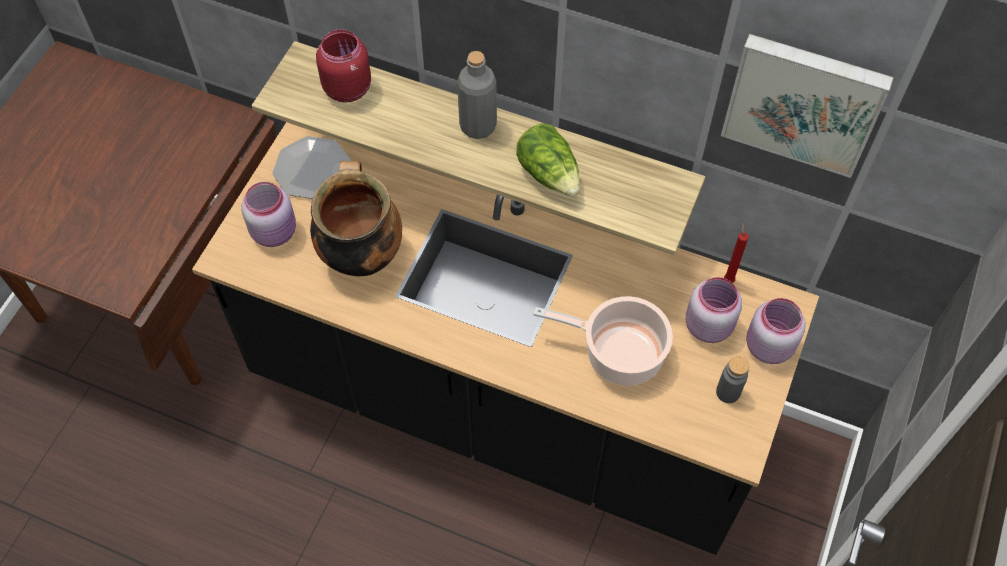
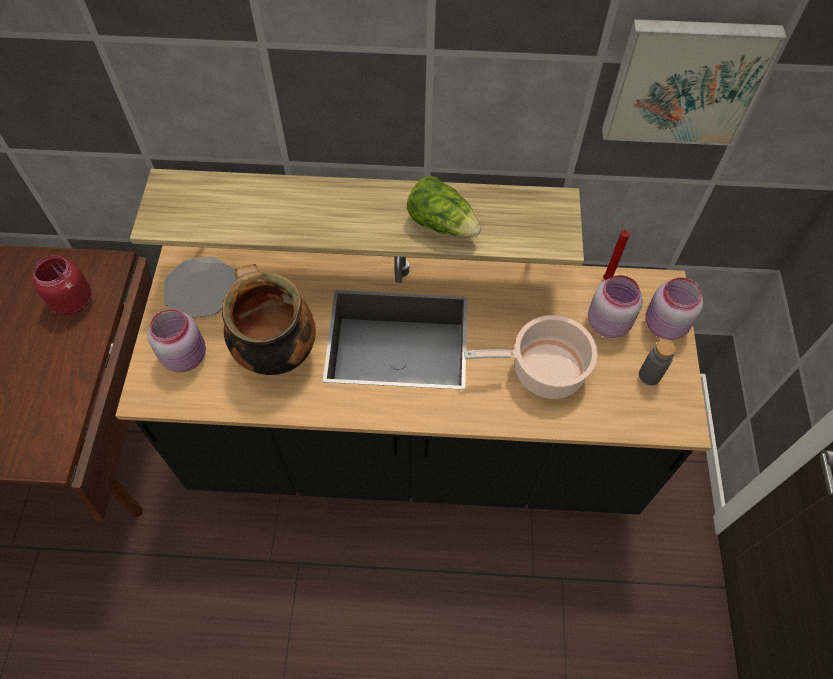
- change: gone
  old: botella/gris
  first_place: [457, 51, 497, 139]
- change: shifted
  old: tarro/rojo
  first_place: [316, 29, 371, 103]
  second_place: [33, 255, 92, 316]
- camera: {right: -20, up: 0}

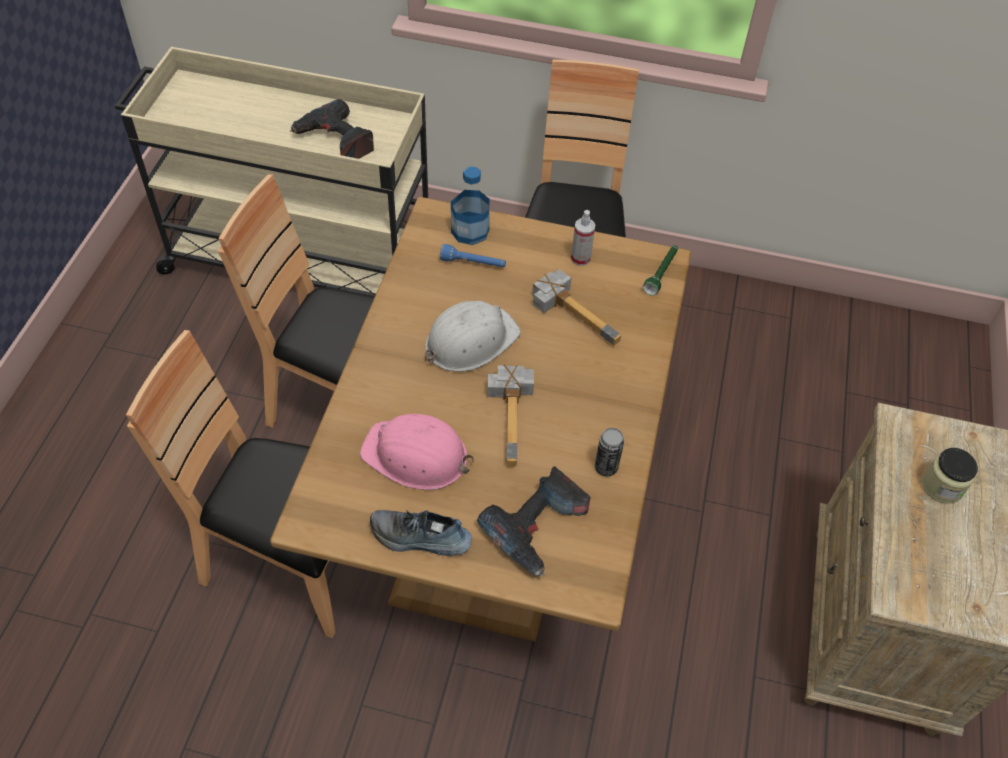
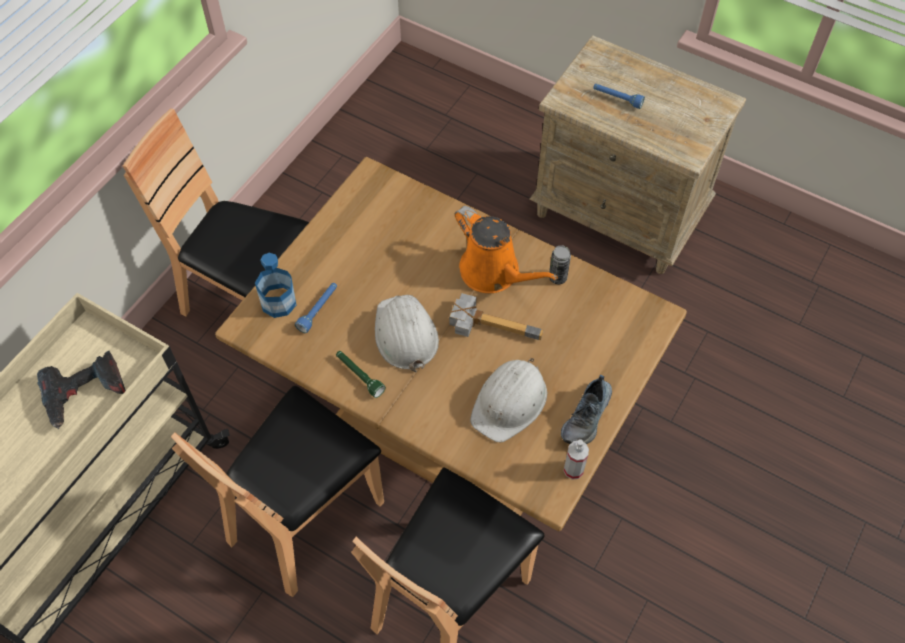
- change: gone
  old: taladro
  first_place: [477, 466, 591, 577]
- change: gone
  old: martillo
  first_place: [532, 269, 621, 346]
- change: new
  new: regadera/naranja
  second_place: [455, 206, 558, 293]
- change: shifted
  old: pulverizador
  first_place: [571, 210, 596, 266]
  second_place: [564, 439, 589, 480]
- change: shifted
  old: linterna/verde
  first_place: [643, 245, 678, 296]
  second_place: [336, 351, 386, 398]
- change: swapped
  old: tarro
  new: linterna/azul
  first_place: [922, 448, 978, 504]
  second_place: [593, 84, 645, 109]
- change: repainted
  old: casco/rosa
  new: casco/blanco
  first_place: [360, 414, 474, 490]
  second_place: [470, 358, 547, 442]
- camera: {right: -70, up: 5}

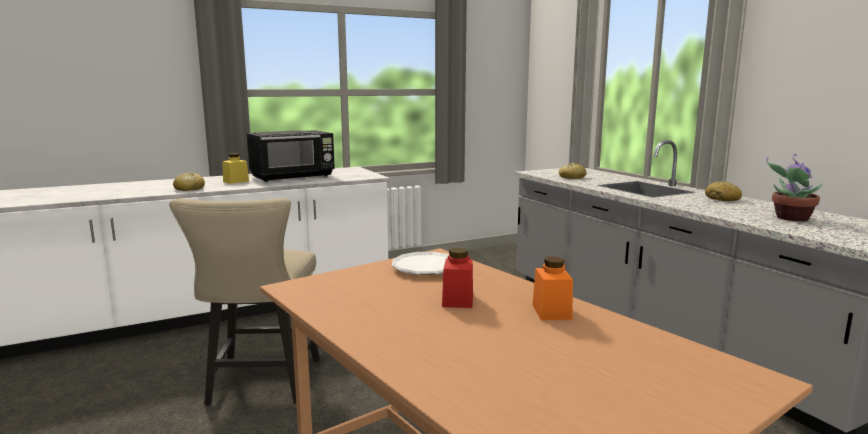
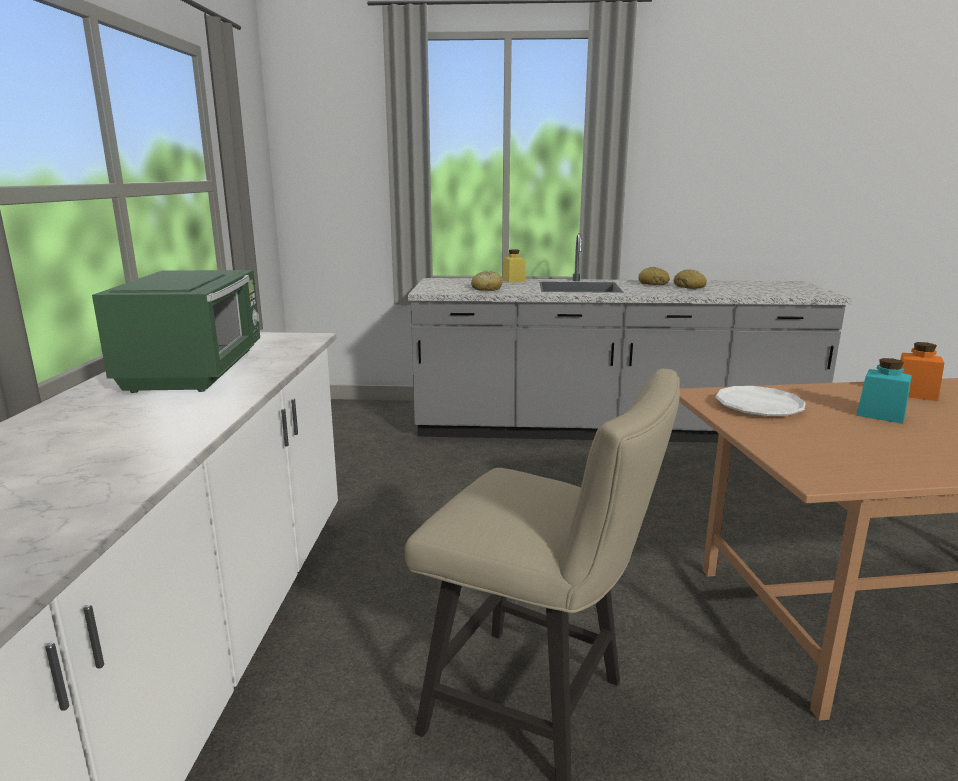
- change: gone
  old: planta en maceta
  first_place: [766, 154, 822, 221]
- change: shifted
  old: pan
  first_place: [173, 172, 205, 191]
  second_place: [673, 269, 707, 289]
- change: shifted
  old: tarro/amarillo
  first_place: [222, 153, 249, 184]
  second_place: [502, 249, 525, 283]
- change: repainted
  old: microondas/negro
  new: microondas/verde
  first_place: [247, 130, 335, 182]
  second_place: [92, 270, 260, 393]
- change: repainted
  old: tarro/rojo
  new: tarro/turquesa
  first_place: [442, 248, 473, 308]
  second_place: [856, 358, 912, 424]
- camera: {right: -60, up: 5}

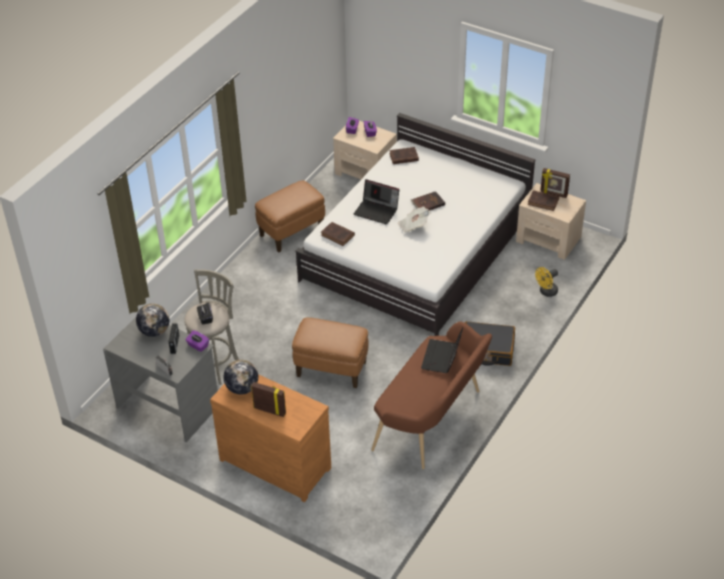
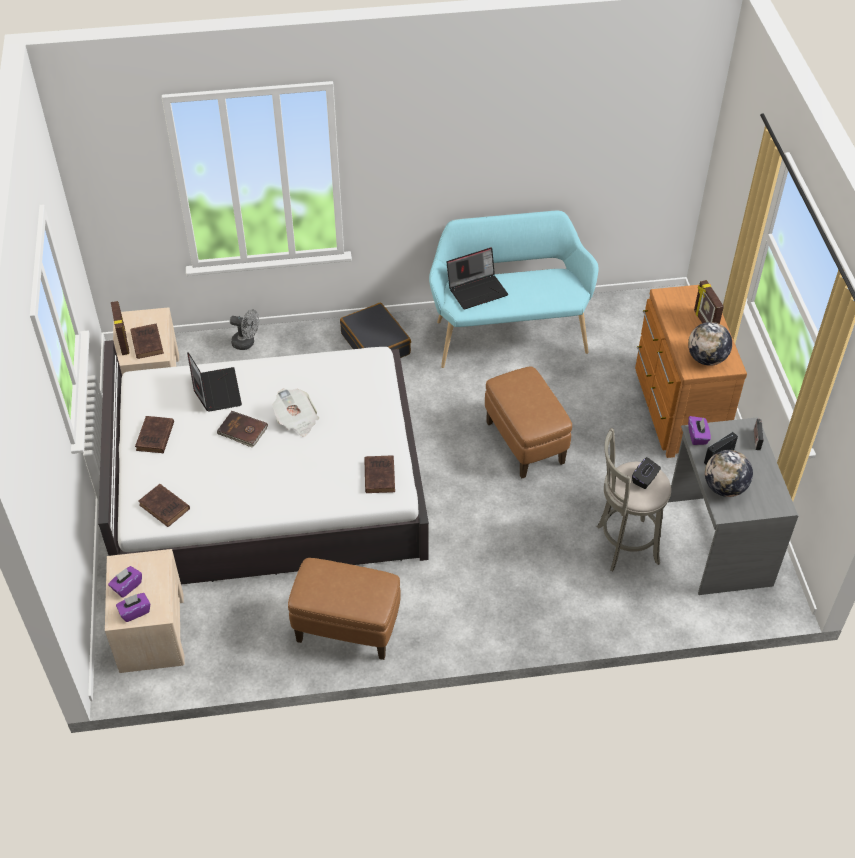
- change: new
  new: libro/marrón
  second_place: [135, 416, 174, 453]
- change: shifted
  old: portátil
  first_place: [354, 179, 399, 224]
  second_place: [187, 352, 242, 412]
- change: repainted
  old: banco/marrón
  new: banco/turquesa
  first_place: [371, 322, 492, 469]
  second_place: [429, 211, 598, 368]
- change: repainted
  old: ventilador/amarillo
  new: ventilador/gris
  first_place: [535, 267, 558, 297]
  second_place: [230, 309, 259, 350]
- camera: {right: -130, up: 5}

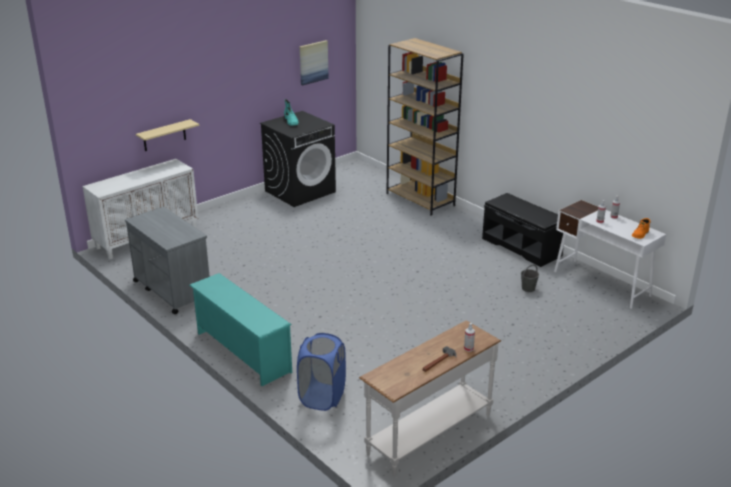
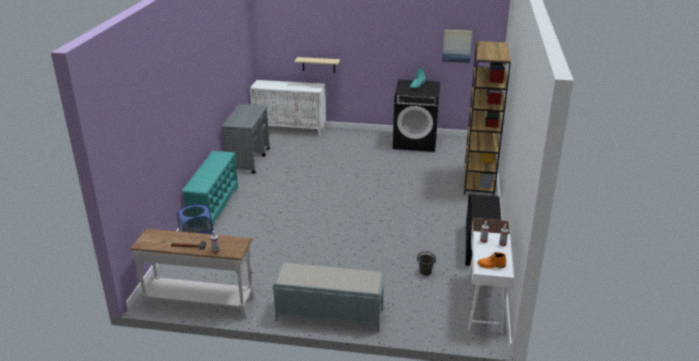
- change: new
  new: banco/gris
  second_place: [272, 263, 385, 332]
- camera: {right: 50, up: 0}

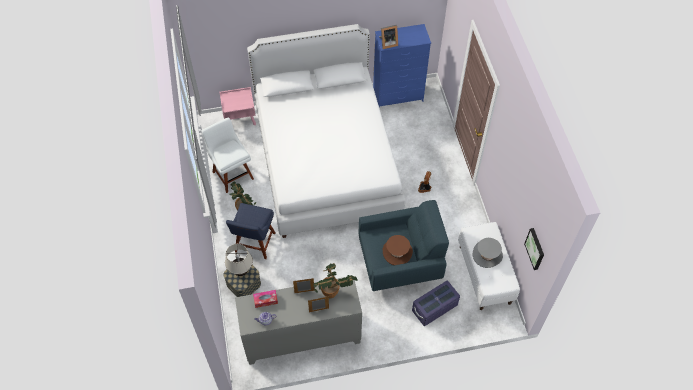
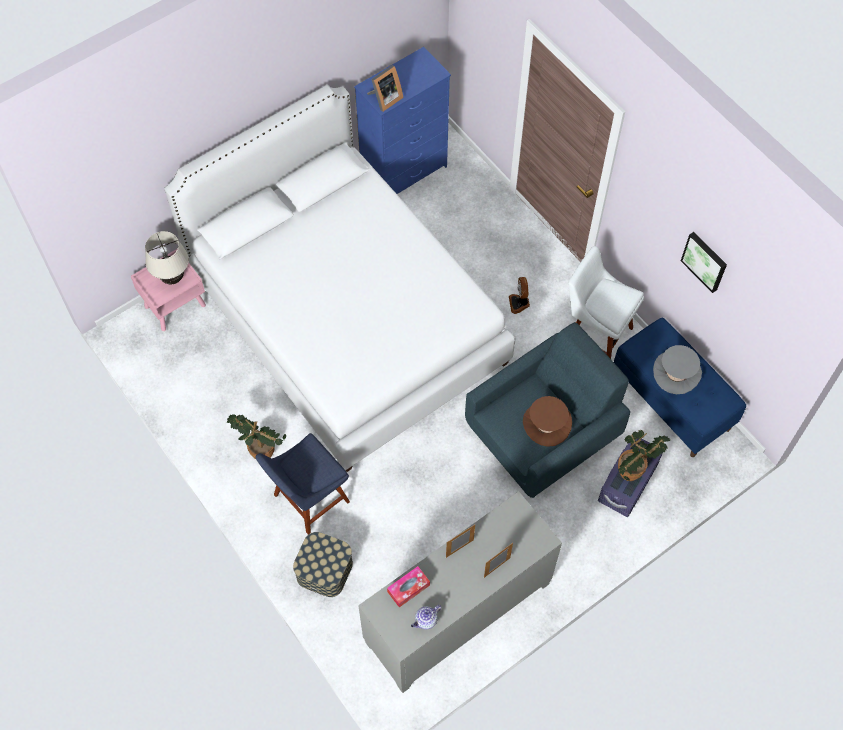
- change: shifted
  old: silla/blanco
  first_place: [201, 118, 254, 193]
  second_place: [569, 246, 644, 359]
- change: shifted
  old: lámpara de mesa/beis
  first_place: [225, 244, 253, 276]
  second_place: [145, 231, 189, 284]
- change: shifted
  old: planta en maceta
  first_place: [314, 263, 358, 298]
  second_place: [618, 430, 670, 481]
- change: shifted
  old: cuadro
  first_place: [524, 228, 544, 270]
  second_place: [681, 232, 727, 293]
- change: repainted
  old: banco/blanco
  new: banco/azul
  first_place: [458, 222, 520, 310]
  second_place: [614, 317, 746, 457]
- change: rotated
  old: silla/azul
  first_place: [226, 203, 276, 259]
  second_place: [255, 433, 350, 535]
  degrees: 60
- camera: {right: -25, up: 5}

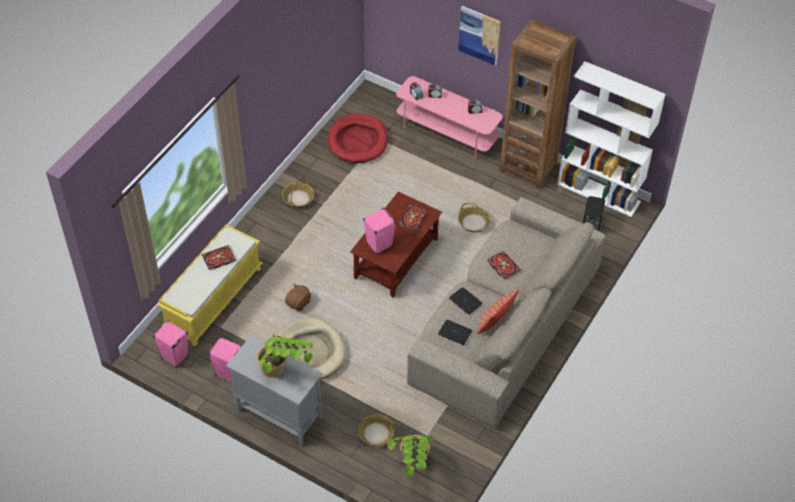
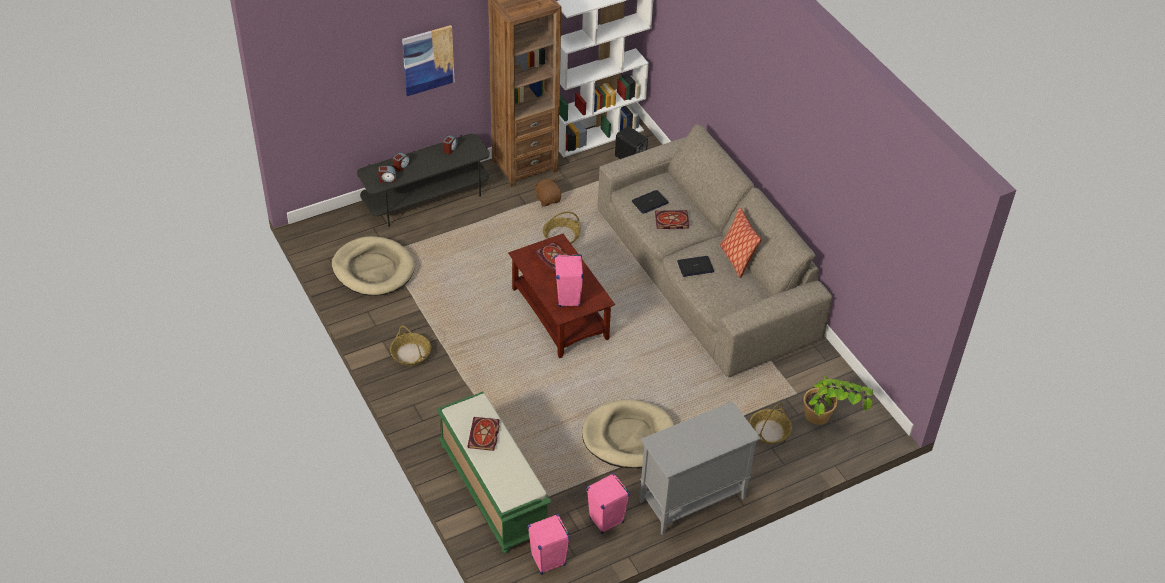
- change: gone
  old: planta en maceta
  first_place: [257, 334, 313, 377]
- change: shifted
  old: peluche/marrón
  first_place: [285, 284, 311, 311]
  second_place: [534, 178, 561, 206]
- change: shifted
  old: portátil
  first_place: [438, 320, 472, 345]
  second_place: [631, 190, 669, 214]
- change: repainted
  old: banco/amarillo
  new: banco/verde
  first_place: [157, 224, 262, 346]
  second_place: [436, 392, 552, 553]
- change: repainted
  old: cama para perro/rojo
  new: cama para perro/beis
  first_place: [328, 113, 388, 163]
  second_place: [332, 236, 415, 296]
- change: repainted
  old: mueble de televisión/rosa
  new: mueble de televisión/gris
  first_place: [396, 76, 503, 160]
  second_place: [357, 134, 490, 227]
- camera: {right: -60, up: -5}

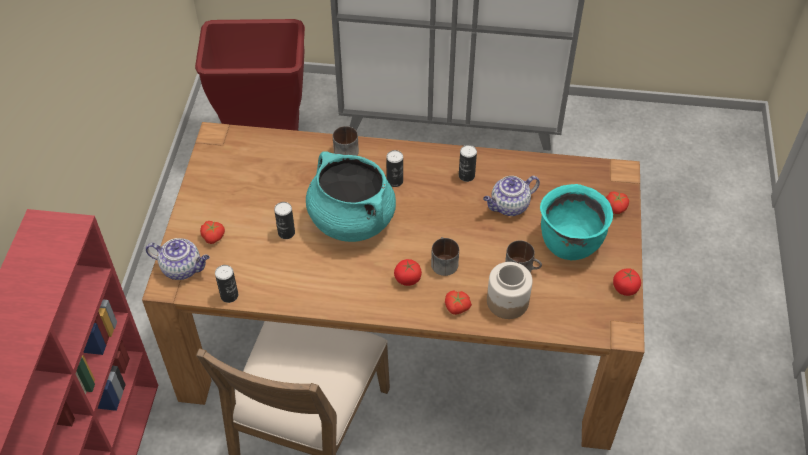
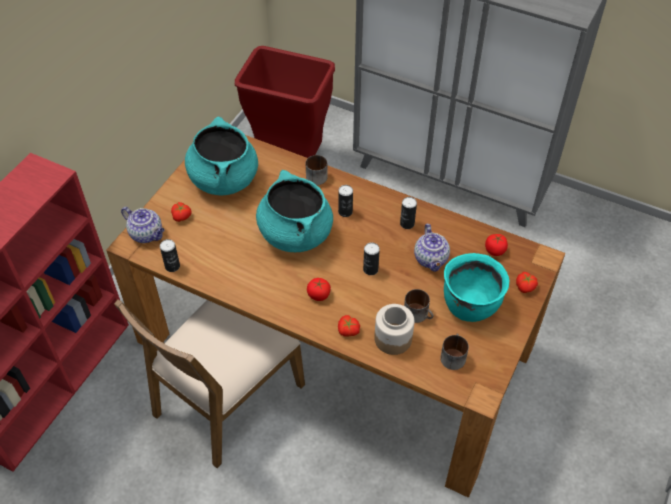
- change: new
  new: olla/turquesa
  second_place: [185, 116, 258, 195]
- change: shifted
  old: lata
  first_place: [274, 202, 295, 239]
  second_place: [363, 242, 380, 275]
- change: shifted
  old: taza grande
  first_place: [431, 237, 459, 276]
  second_place: [440, 333, 469, 370]
- change: shifted
  old: tomate
  first_place: [613, 268, 641, 296]
  second_place: [485, 234, 508, 256]
- change: rotated
  old: tetera
  first_place: [483, 176, 540, 216]
  second_place: [414, 224, 450, 272]
  degrees: -90
- camera: {right: 20, up: 0}

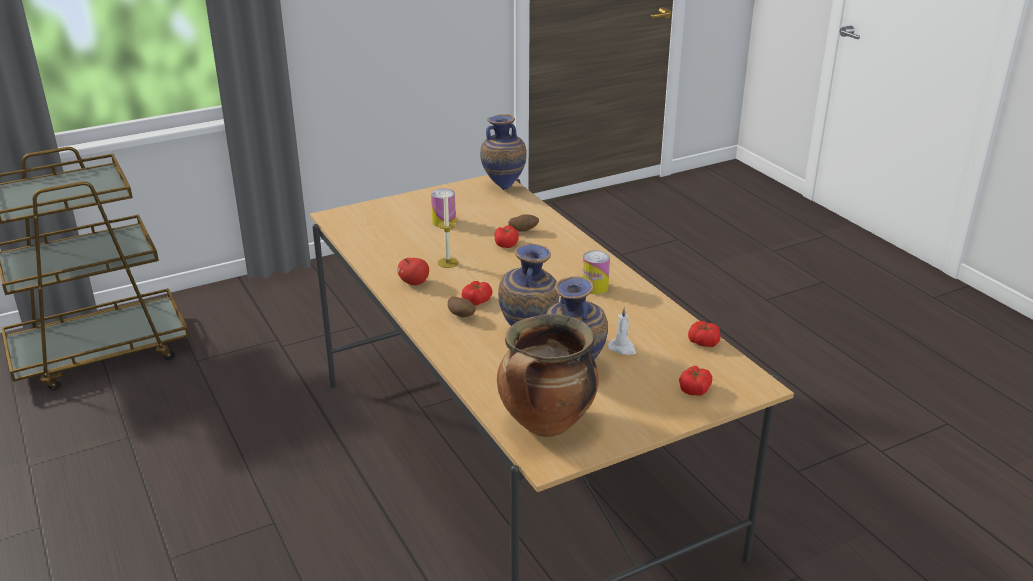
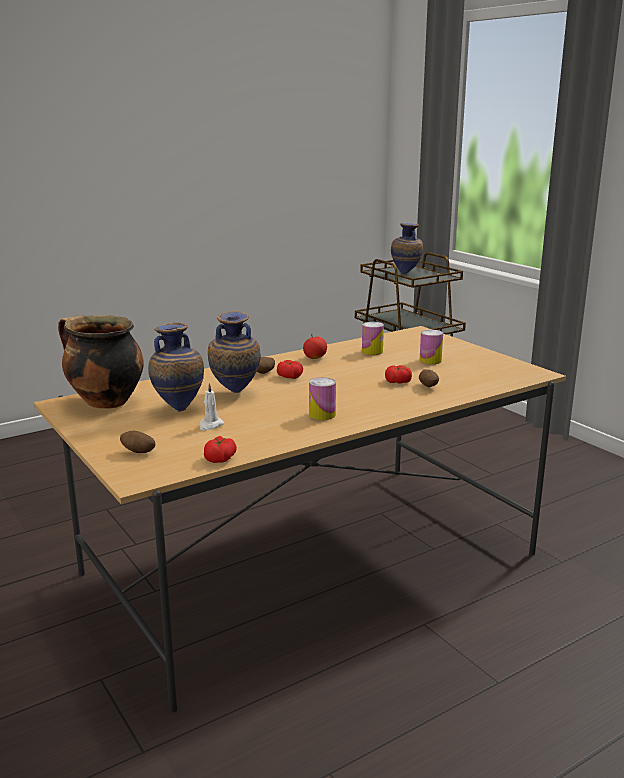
- change: gone
  old: vela
  first_place: [438, 191, 459, 268]
- change: new
  new: lata
  second_place: [362, 322, 384, 355]
- change: shifted
  old: florero
  first_place: [480, 114, 527, 190]
  second_place: [391, 223, 423, 274]
- change: swapped
  old: tomate
  new: patata
  first_place: [679, 366, 712, 396]
  second_place: [120, 431, 155, 453]
- camera: {right: 85, up: -10}

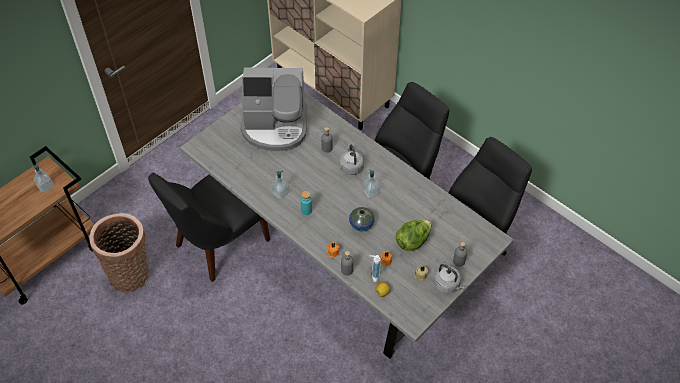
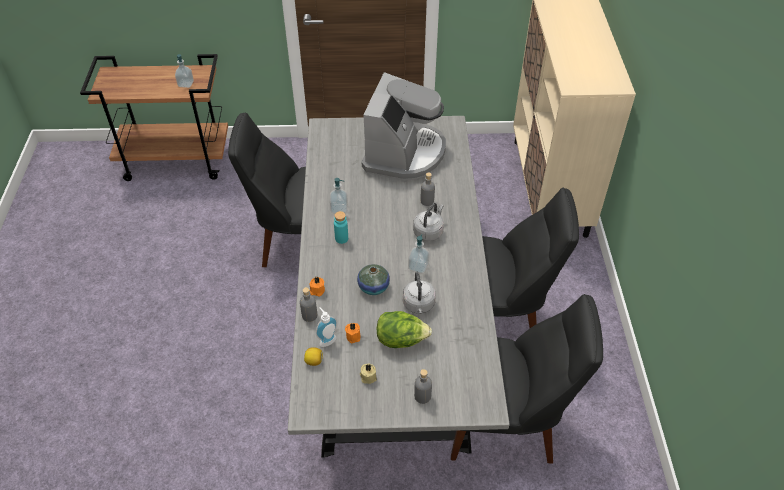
- change: gone
  old: cesta
  first_place: [89, 213, 150, 293]
- change: shifted
  old: hervidor/gris
  first_place: [434, 264, 465, 293]
  second_place: [403, 272, 436, 314]
- change: rotated
  old: cafetera
  first_place: [240, 68, 307, 151]
  second_place: [362, 72, 446, 180]
  degrees: -120
- camera: {right: 45, up: -5}

